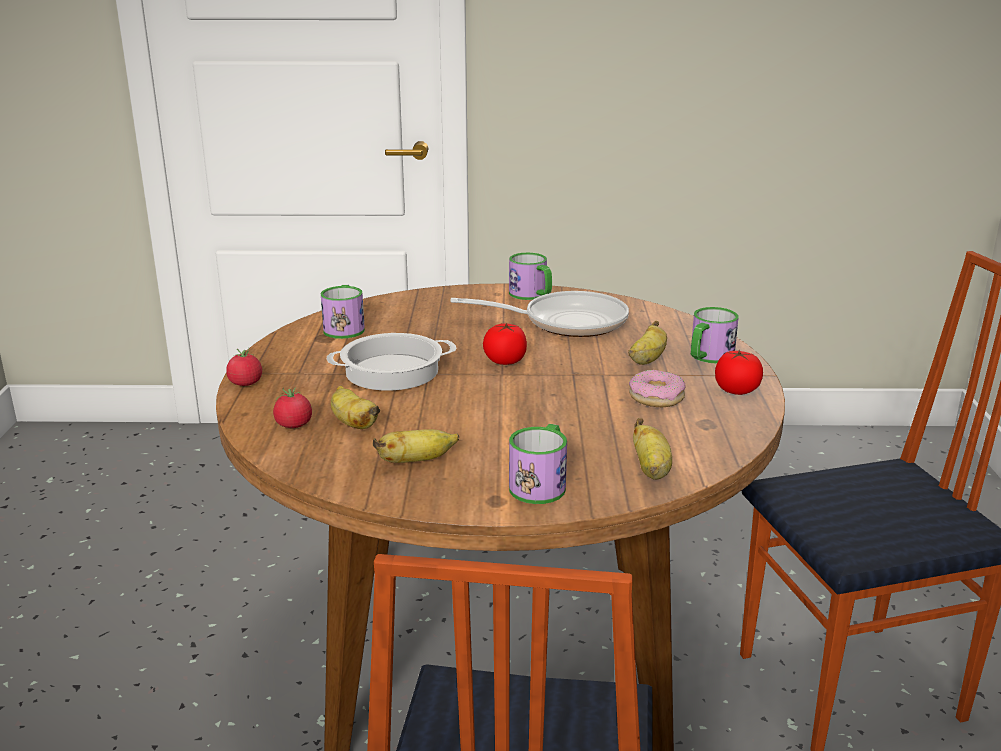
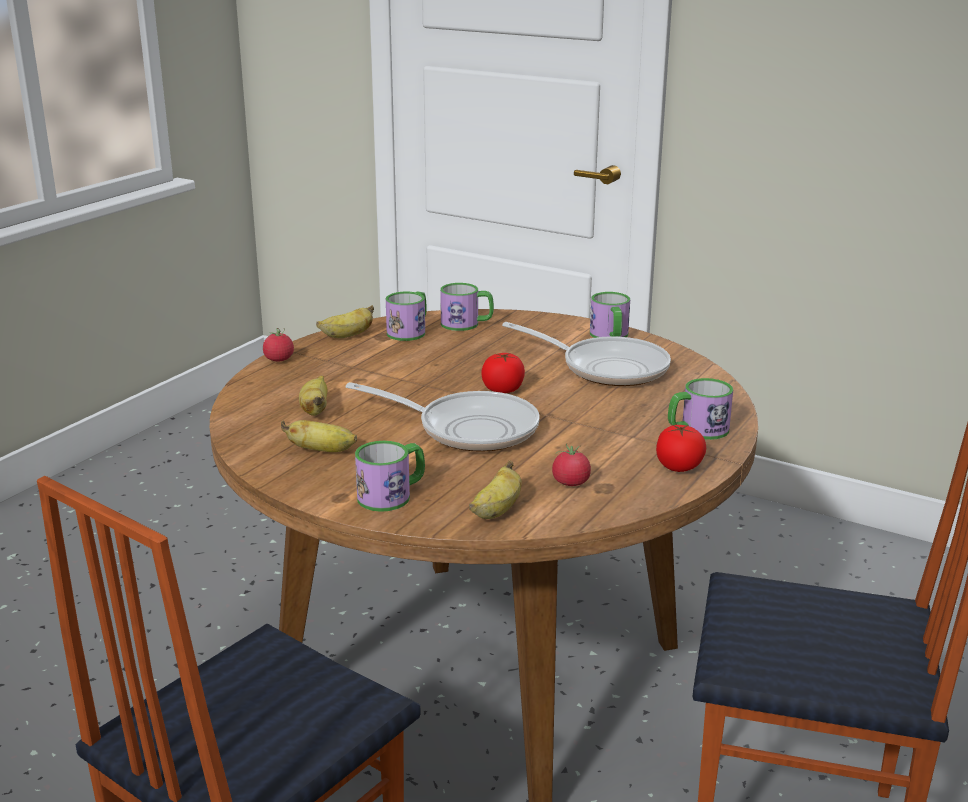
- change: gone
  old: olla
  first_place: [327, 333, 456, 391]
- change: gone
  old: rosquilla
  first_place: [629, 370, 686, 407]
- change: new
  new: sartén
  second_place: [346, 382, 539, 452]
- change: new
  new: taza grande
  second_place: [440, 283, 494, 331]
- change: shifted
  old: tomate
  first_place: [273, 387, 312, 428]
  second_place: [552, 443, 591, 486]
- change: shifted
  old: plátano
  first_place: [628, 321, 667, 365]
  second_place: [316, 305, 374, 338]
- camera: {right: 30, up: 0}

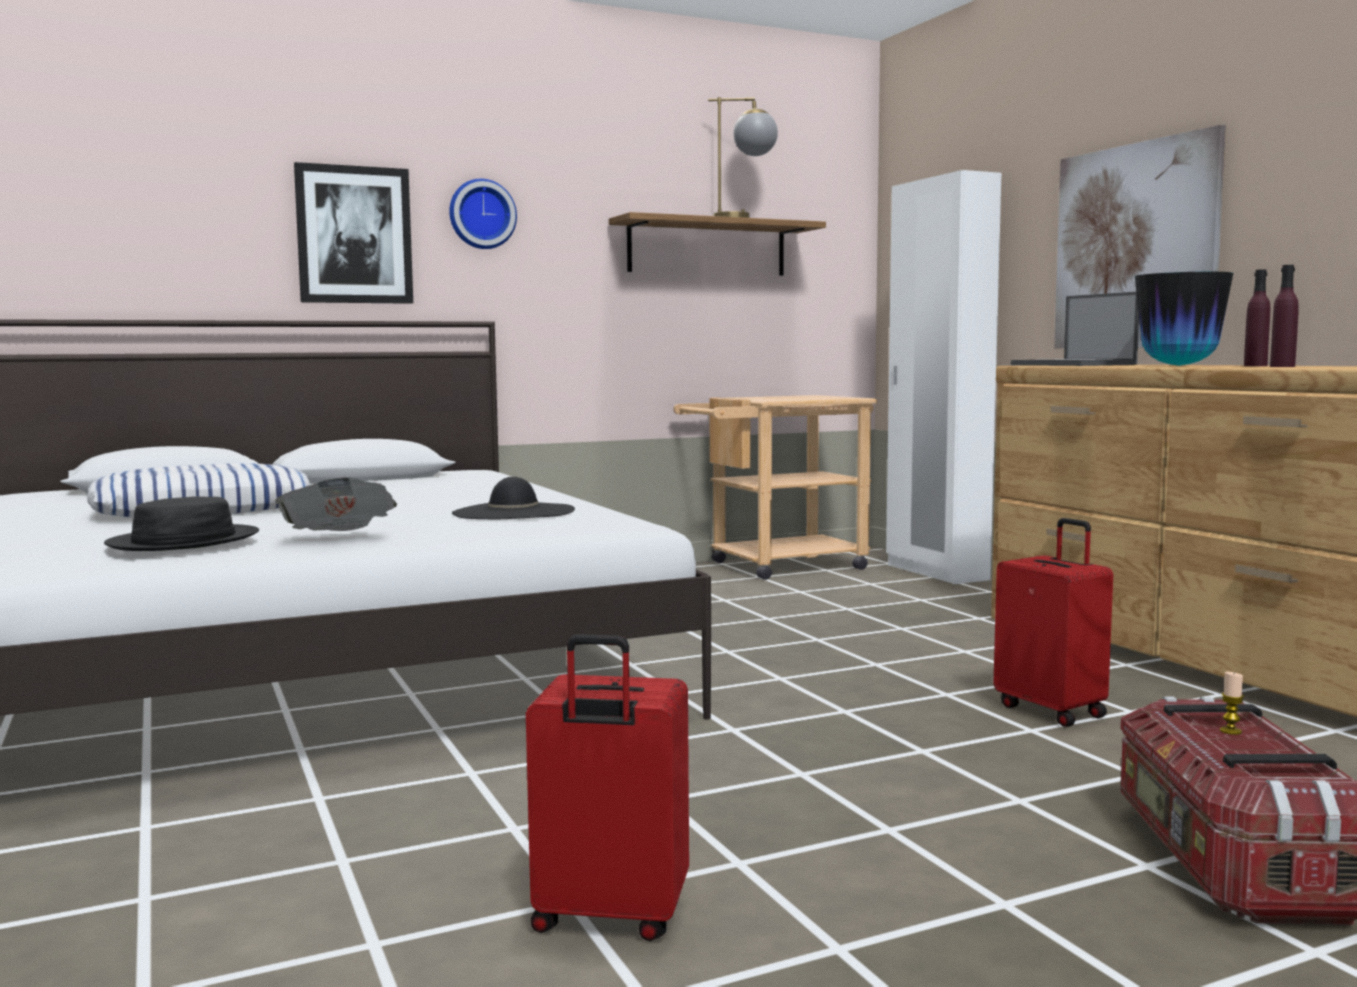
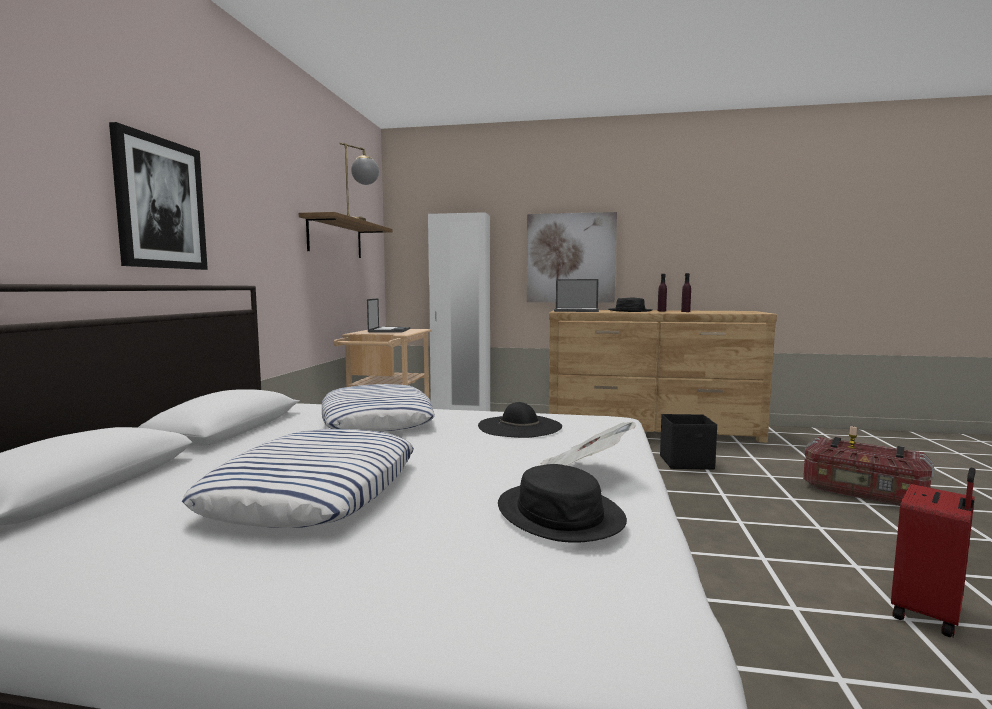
- change: gone
  old: reloj de pared
  first_place: [449, 179, 517, 249]
- change: new
  new: cojín
  second_place: [322, 384, 435, 432]
- change: new
  new: portátil
  second_place: [367, 298, 410, 333]
- change: swapped
  old: maleta/rojo
  new: caja de almacenaje/negro
  first_place: [994, 518, 1113, 727]
  second_place: [660, 414, 717, 470]
- change: swapped
  old: florero
  new: sombrero/negro
  first_place: [1135, 272, 1233, 366]
  second_place: [609, 298, 653, 312]
- camera: {right: -55, up: 0}

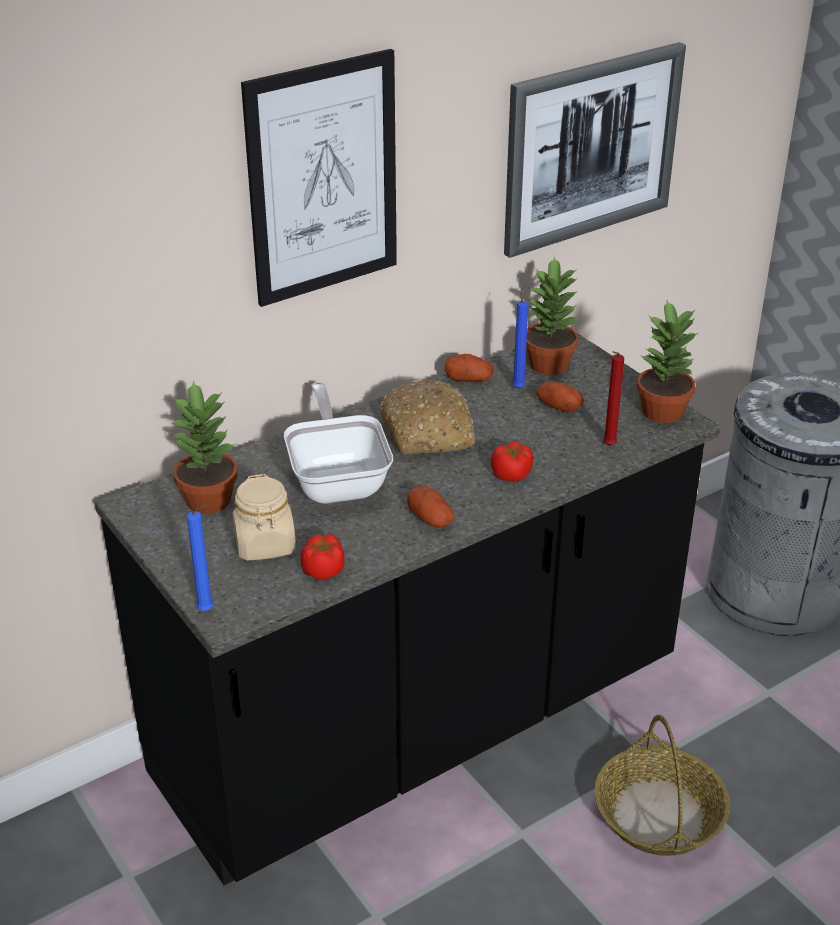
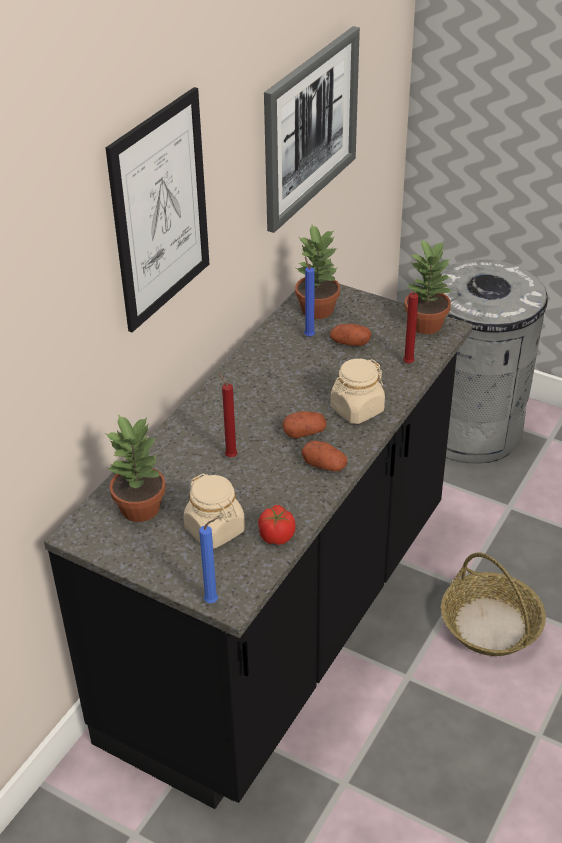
- change: gone
  old: pan
  first_place: [381, 380, 475, 455]
- change: shifted
  old: patata
  first_place: [445, 354, 494, 381]
  second_place: [282, 411, 326, 438]
- change: swapped
  old: sartén
  new: vela/rojo
  first_place: [284, 382, 393, 504]
  second_place: [219, 373, 238, 457]
- change: swapped
  old: tomate
  new: tarro/beis
  first_place: [491, 441, 533, 481]
  second_place: [331, 359, 385, 424]
- camera: {right: -25, up: 5}

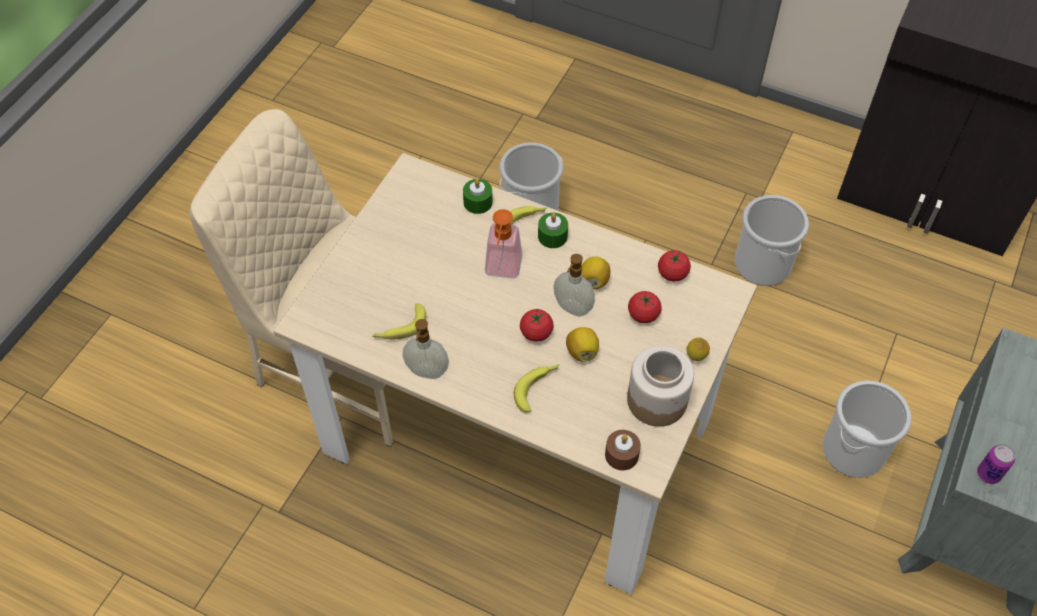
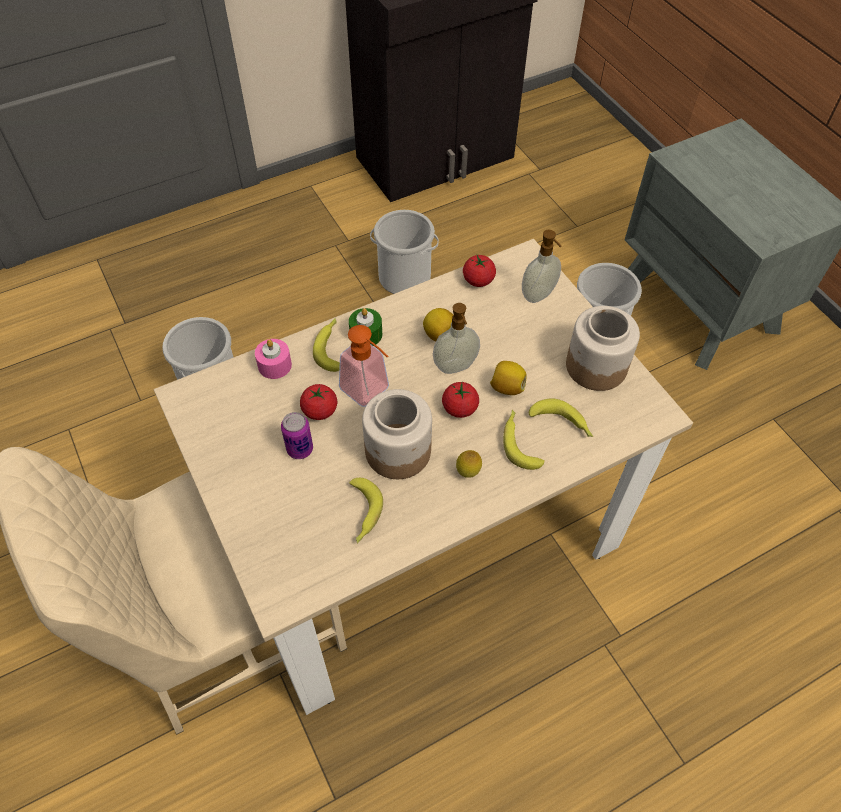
- change: gone
  old: vela/marrón
  first_place: [605, 430, 641, 470]
- change: new
  new: tarro
  second_place: [362, 389, 432, 479]
- change: new
  new: plátano
  second_place: [529, 398, 593, 437]
- change: shifted
  old: dispensador de jabón
  first_place: [403, 319, 449, 379]
  second_place: [522, 230, 561, 303]
- change: shifted
  old: tomate
  first_place: [628, 291, 662, 323]
  second_place: [300, 384, 337, 420]
- change: shifted
  old: limón
  first_place: [686, 338, 710, 361]
  second_place: [456, 450, 482, 478]
- change: shifted
  old: lata
  first_place: [977, 444, 1015, 484]
  second_place: [281, 412, 313, 459]
- change: repainted
  old: vela/verde
  new: vela/rosa
  first_place: [463, 179, 493, 214]
  second_place: [255, 339, 292, 379]
- camera: {right: -55, up: 0}

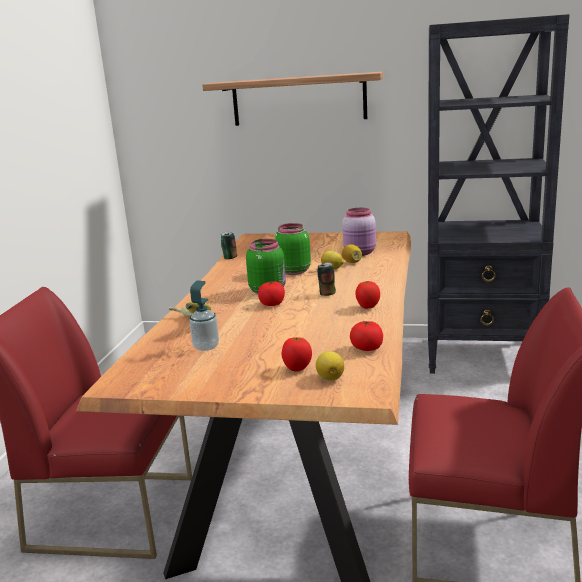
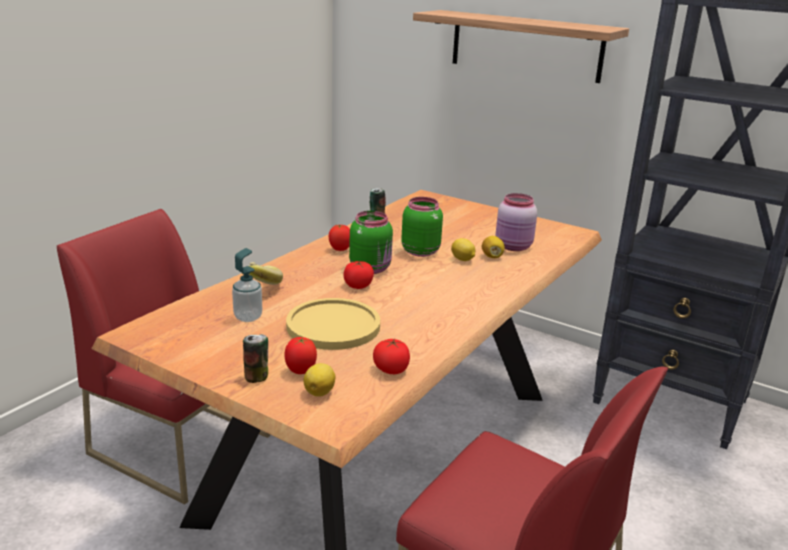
- change: new
  new: plato/amarillo
  second_place: [286, 298, 380, 350]
- change: shifted
  old: lata
  first_place: [317, 262, 336, 296]
  second_place: [243, 334, 268, 383]
- change: shifted
  old: tomate
  first_place: [355, 281, 380, 309]
  second_place: [328, 225, 350, 251]
- camera: {right: 20, up: 5}

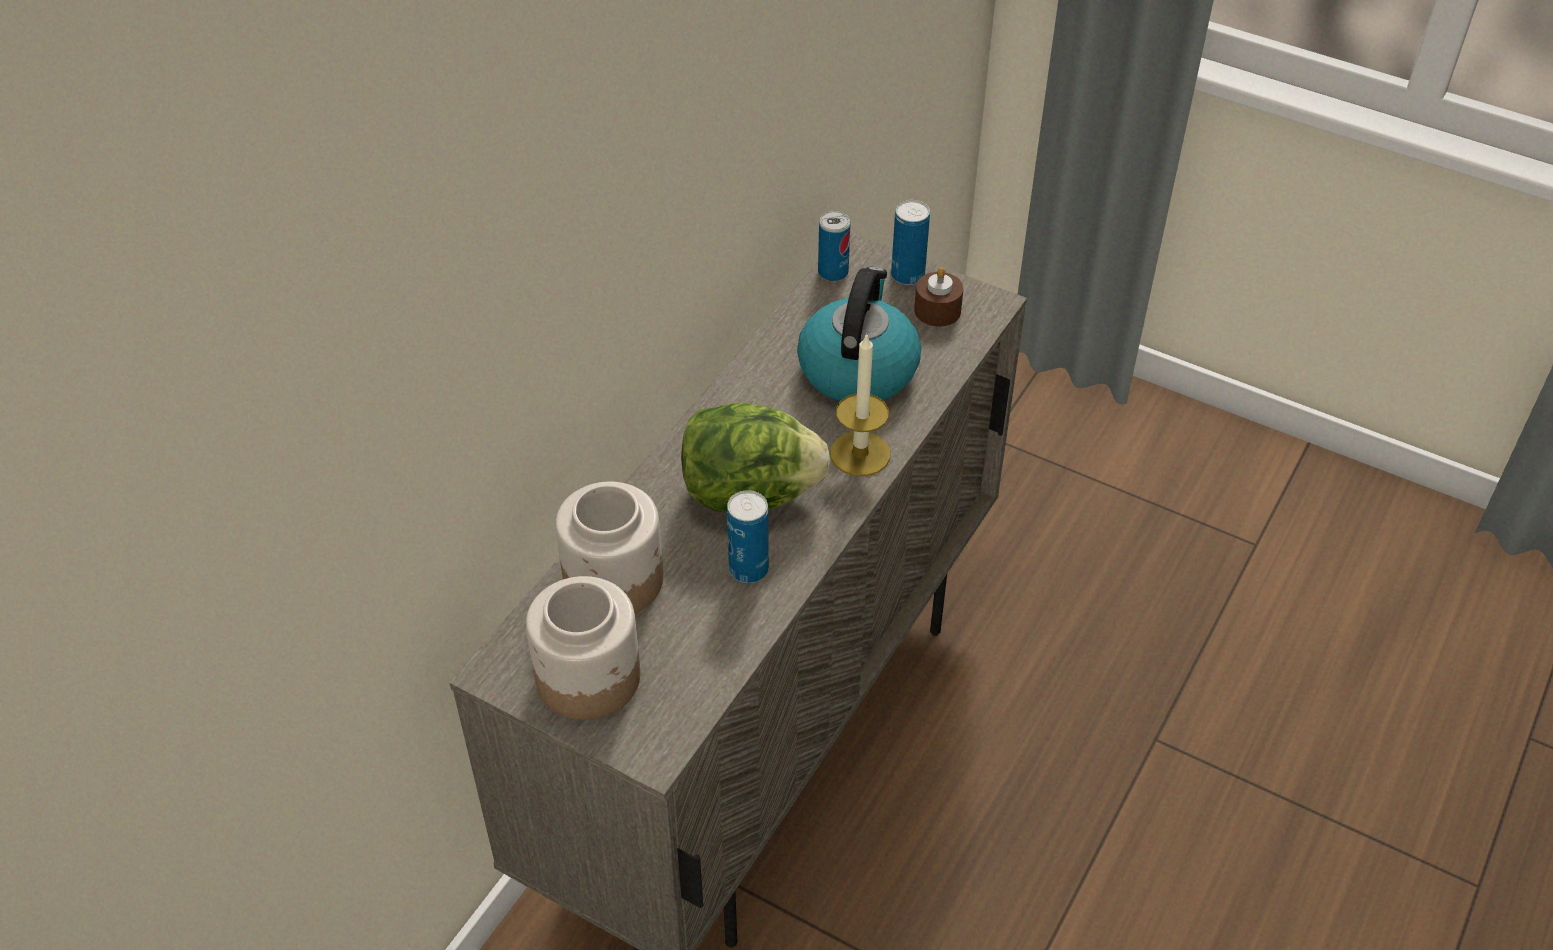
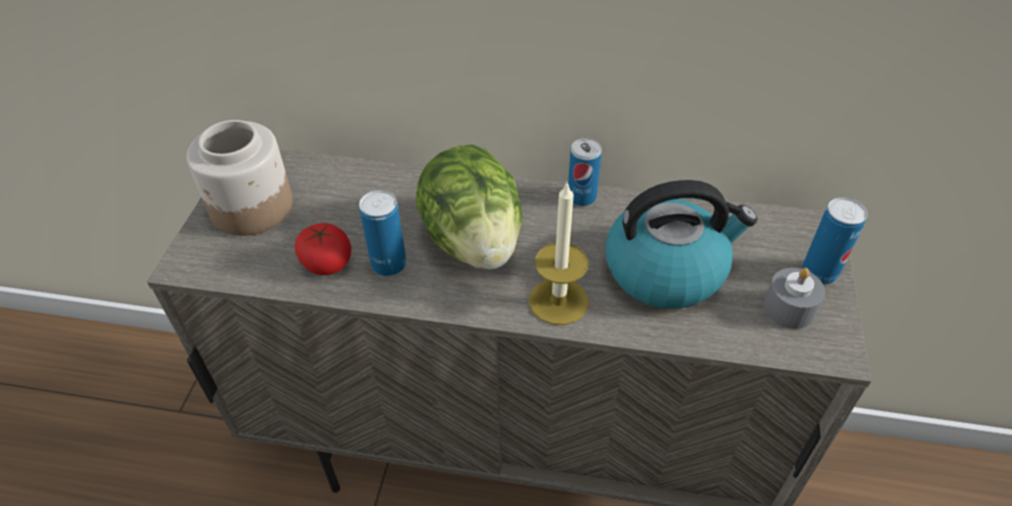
- change: gone
  old: tarro
  first_place: [555, 482, 663, 614]
- change: new
  new: tomate
  second_place: [295, 223, 351, 275]
- change: shifted
  old: lata
  first_place: [818, 211, 850, 281]
  second_place: [568, 138, 602, 206]
- change: repainted
  old: vela/marrón
  new: vela/gris
  first_place: [914, 267, 963, 327]
  second_place: [763, 268, 825, 329]
- camera: {right: 70, up: 0}

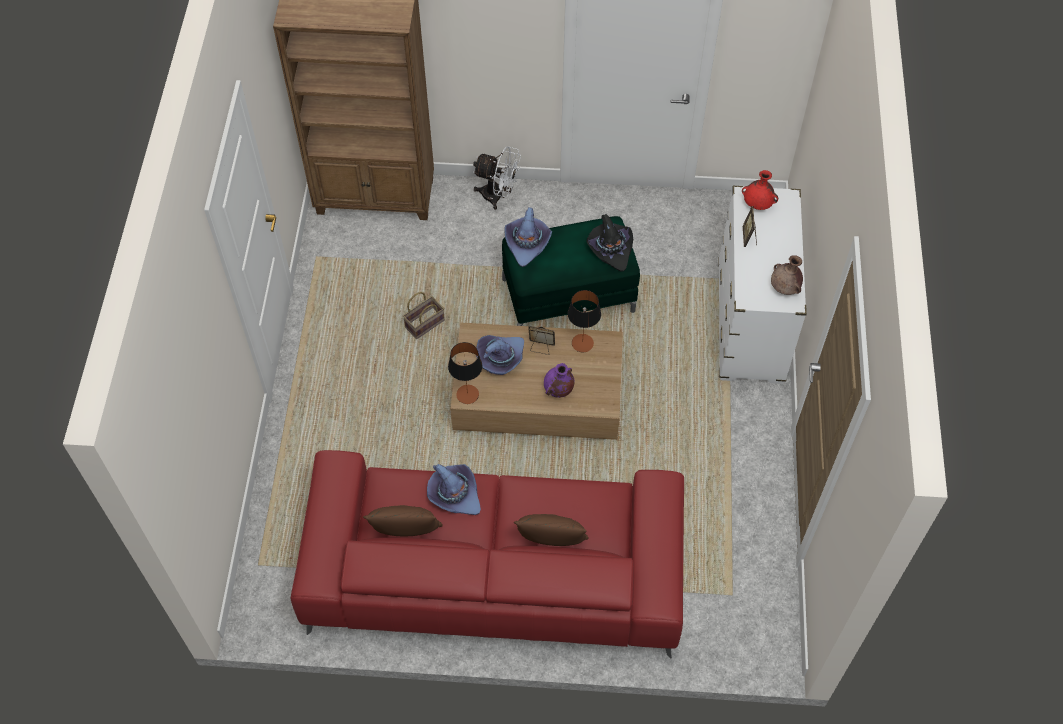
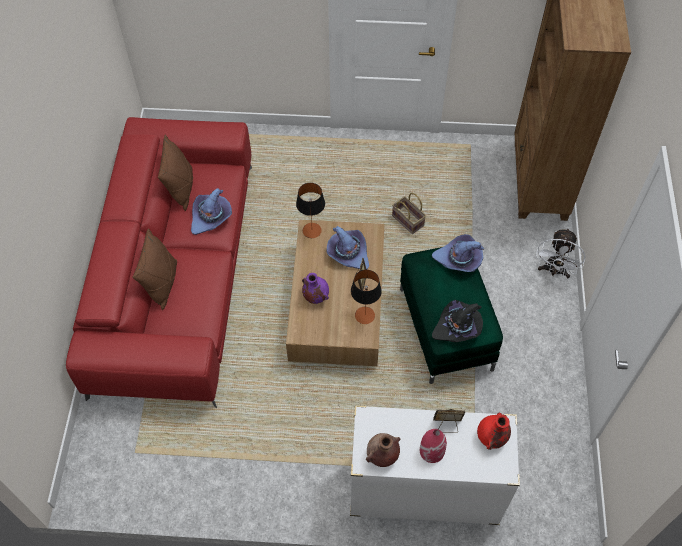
- change: new
  new: florero/rojo
  second_place: [420, 429, 447, 463]
- camera: {right: 90, up: 0}

